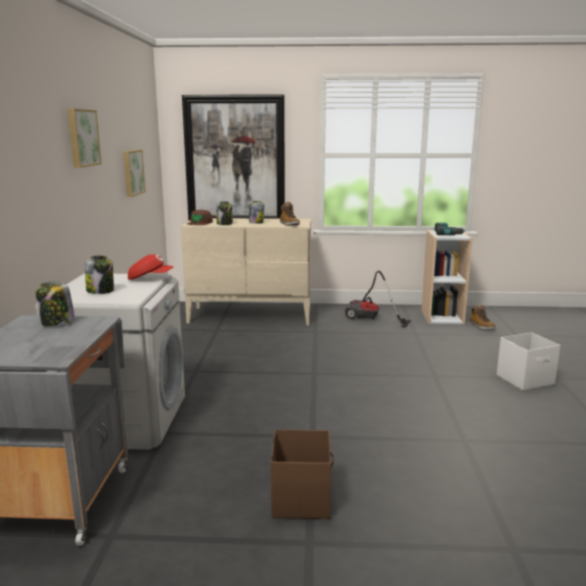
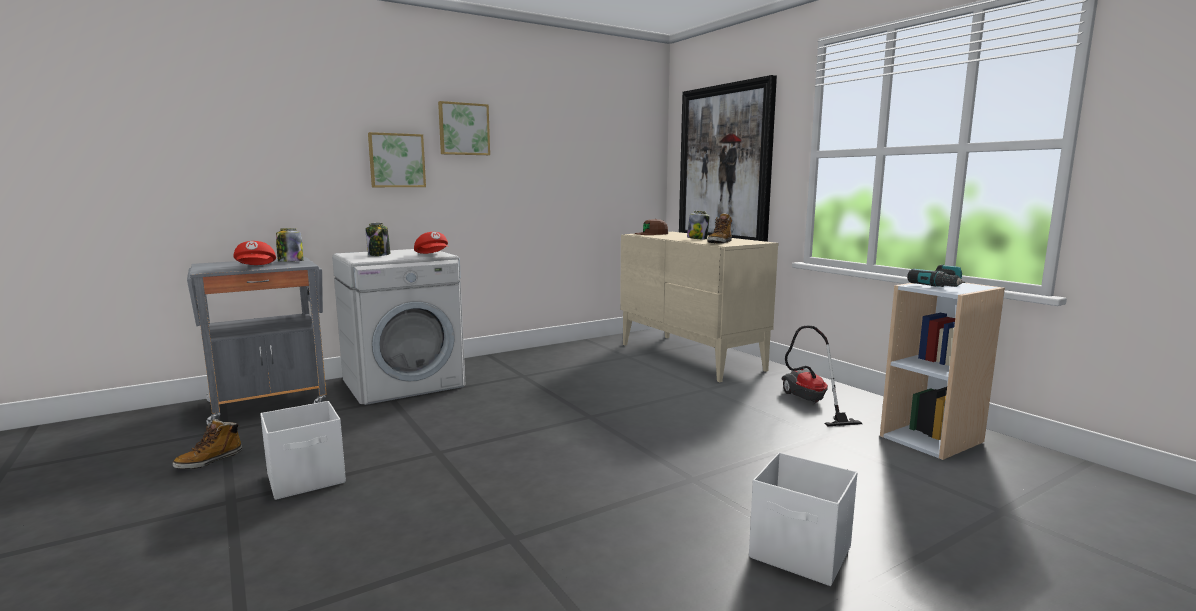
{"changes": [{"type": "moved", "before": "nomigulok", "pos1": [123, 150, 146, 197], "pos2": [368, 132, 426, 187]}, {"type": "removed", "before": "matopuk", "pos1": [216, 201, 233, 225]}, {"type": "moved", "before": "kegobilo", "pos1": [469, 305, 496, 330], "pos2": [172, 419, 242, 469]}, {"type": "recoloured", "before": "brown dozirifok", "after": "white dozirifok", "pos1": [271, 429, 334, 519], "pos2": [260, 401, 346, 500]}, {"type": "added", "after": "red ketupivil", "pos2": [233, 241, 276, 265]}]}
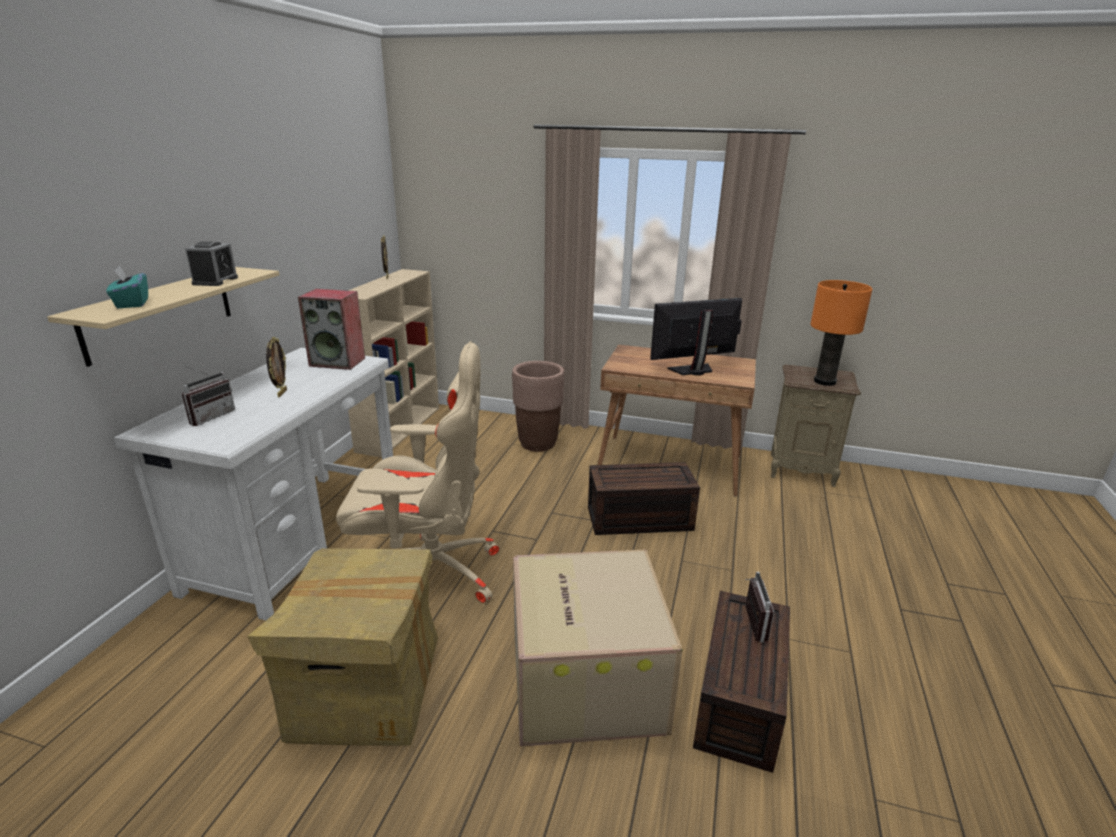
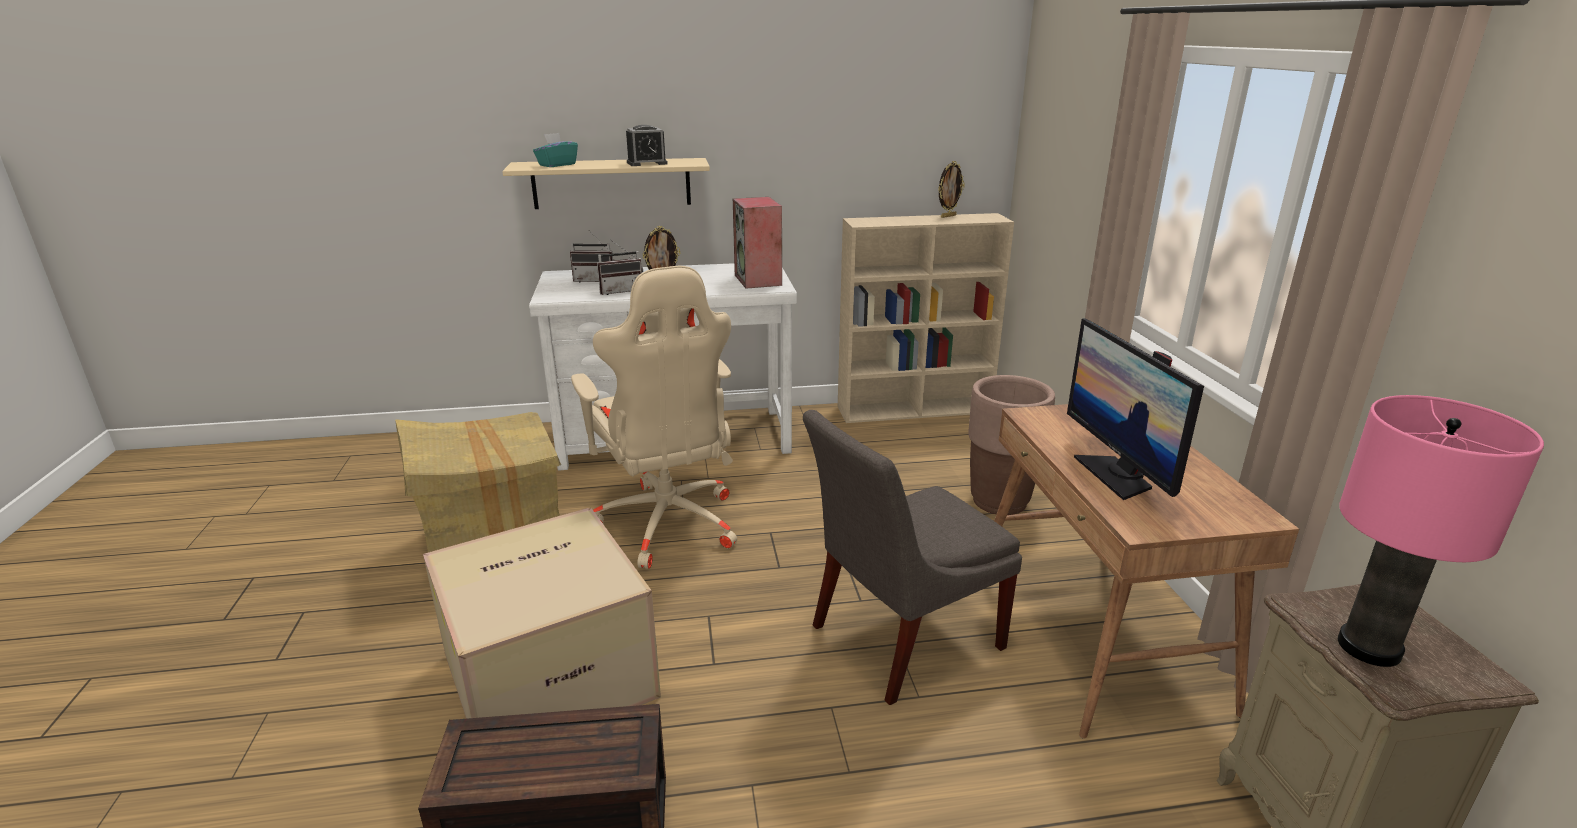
{"changes": [{"type": "recoloured", "before": "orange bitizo", "after": "pink bitizo", "pos1": [811, 280, 872, 386], "pos2": [1338, 395, 1544, 667]}, {"type": "turned", "before": "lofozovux", "pos1": [650, 298, 742, 375], "pos2": [1067, 318, 1204, 500], "turn": -150}, {"type": "replaced", "before": "brown dozirifok", "after": "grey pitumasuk", "pos1": [588, 462, 700, 535], "pos2": [803, 410, 1022, 705]}, {"type": "moved", "before": "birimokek", "pos1": [745, 572, 774, 642], "pos2": [597, 239, 643, 295]}]}
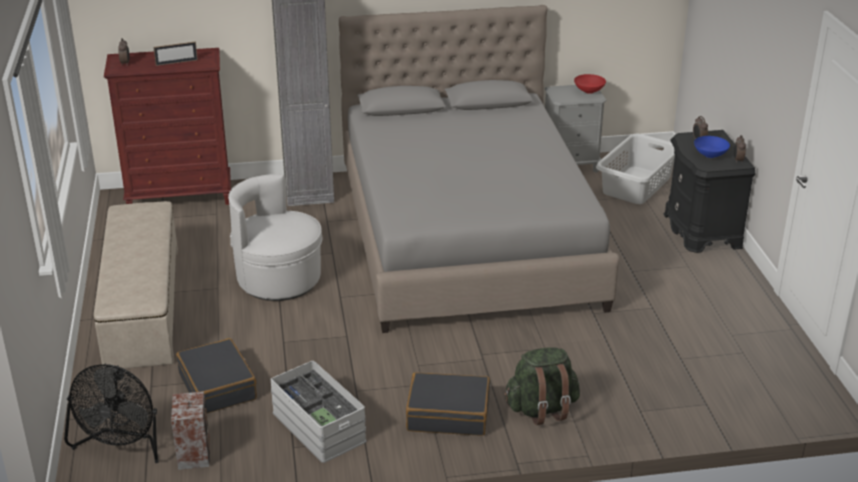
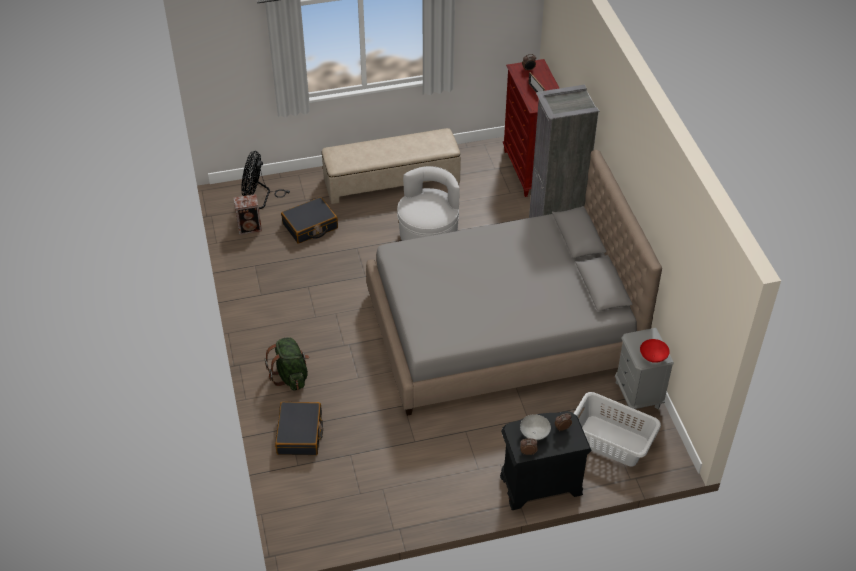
{"changes": [{"type": "recoloured", "before": "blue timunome", "after": "grey timunome", "pos1": [694, 136, 730, 158], "pos2": [520, 414, 551, 440]}, {"type": "removed", "before": "grey dozirifok", "pos1": [270, 361, 367, 463]}, {"type": "moved", "before": "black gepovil", "pos1": [406, 372, 490, 436], "pos2": [275, 402, 323, 455]}]}
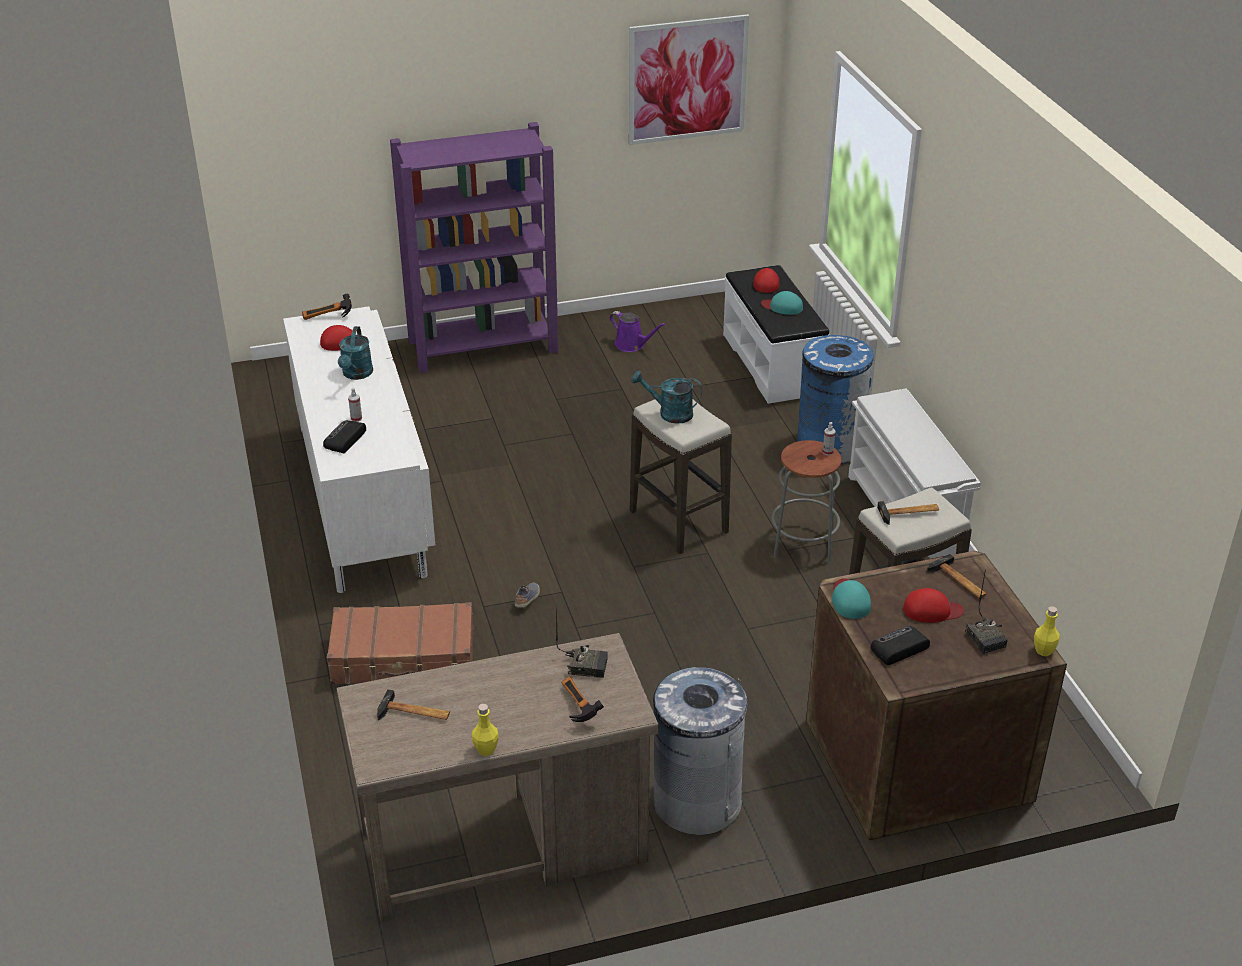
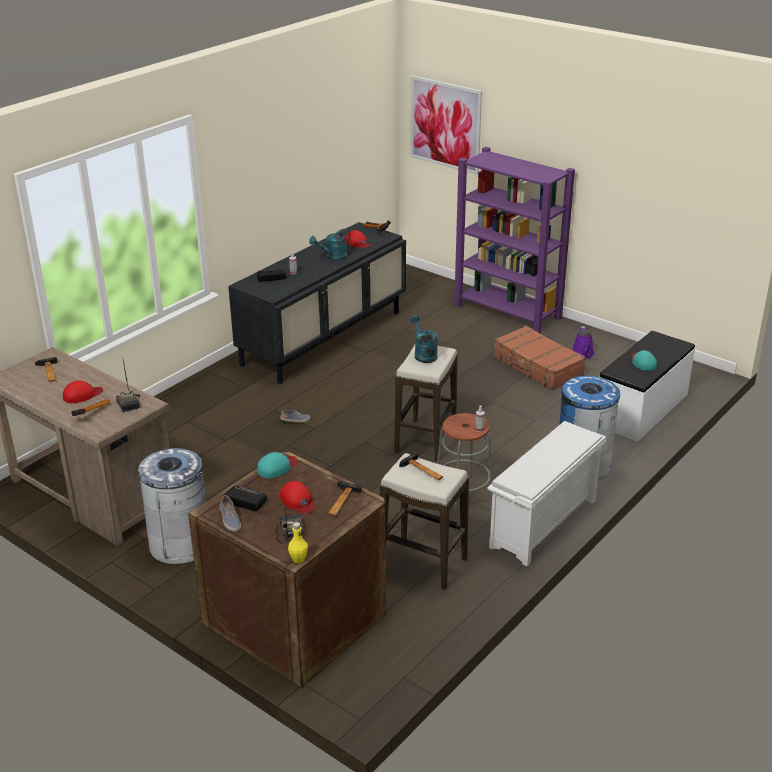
{"changes": [{"type": "moved", "before": "nomigulok", "pos1": [629, 14, 749, 145], "pos2": [410, 76, 482, 175]}, {"type": "moved", "before": "red ketupivil", "pos1": [753, 268, 779, 293], "pos2": [63, 381, 103, 403]}, {"type": "recoloured", "before": "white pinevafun", "after": "black pinevafun", "pos1": [283, 306, 435, 593], "pos2": [228, 222, 406, 384]}, {"type": "turned", "before": "birimokek", "pos1": [965, 569, 1007, 654], "pos2": [276, 505, 304, 543], "turn": 135}, {"type": "moved", "before": "brown gepovil", "pos1": [327, 602, 474, 685], "pos2": [494, 326, 586, 391]}, {"type": "removed", "before": "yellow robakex", "pos1": [472, 704, 498, 756]}, {"type": "added", "after": "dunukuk", "pos2": [220, 495, 241, 532]}]}
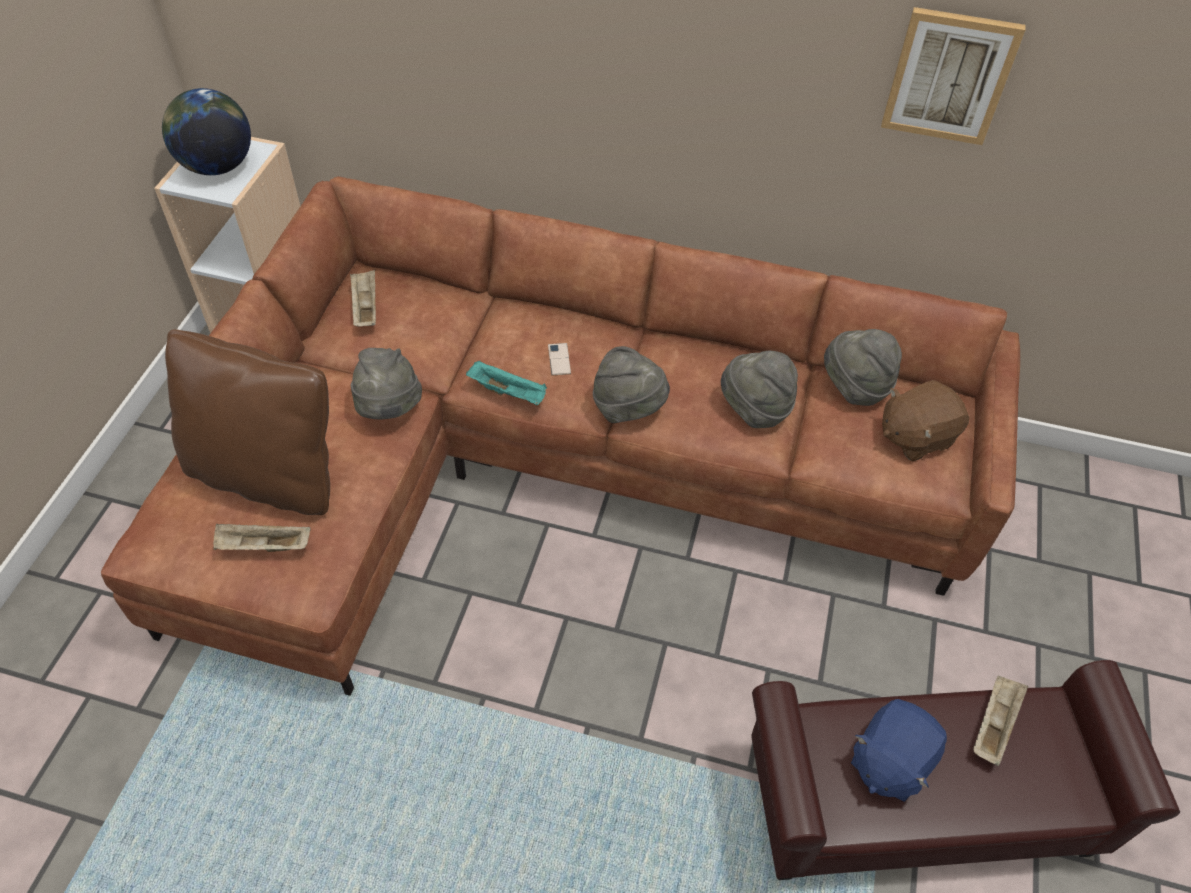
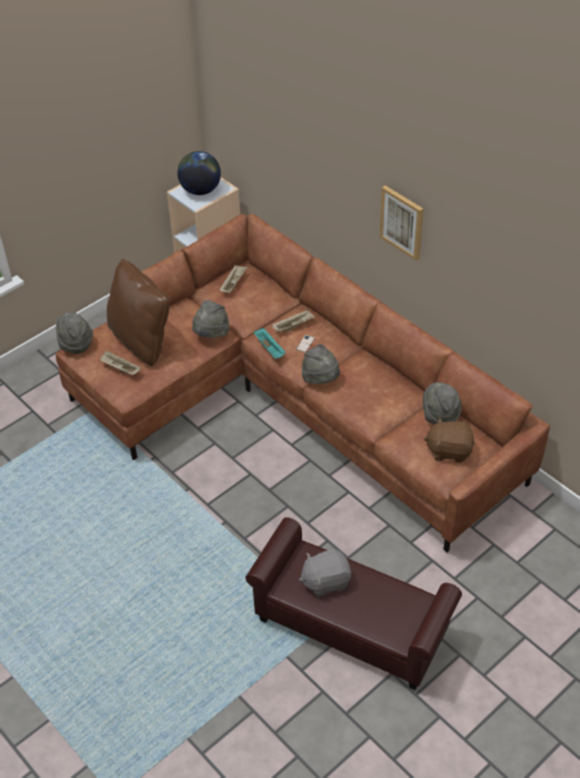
{"changes": [{"type": "moved", "before": "nomigulok", "pos1": [881, 7, 1026, 145], "pos2": [380, 185, 424, 260]}, {"type": "moved", "before": "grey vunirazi", "pos1": [721, 351, 798, 428], "pos2": [56, 313, 93, 354]}, {"type": "moved", "before": "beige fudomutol", "pos1": [973, 676, 1028, 766], "pos2": [272, 309, 315, 332]}, {"type": "recoloured", "before": "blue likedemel", "after": "grey likedemel", "pos1": [851, 699, 947, 802], "pos2": [299, 549, 351, 597]}]}
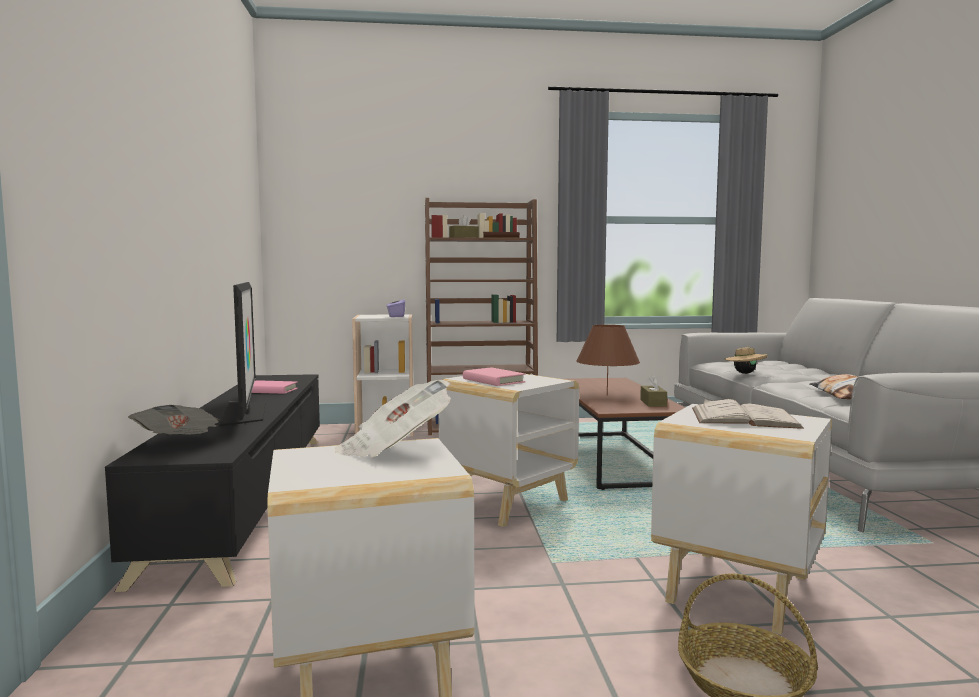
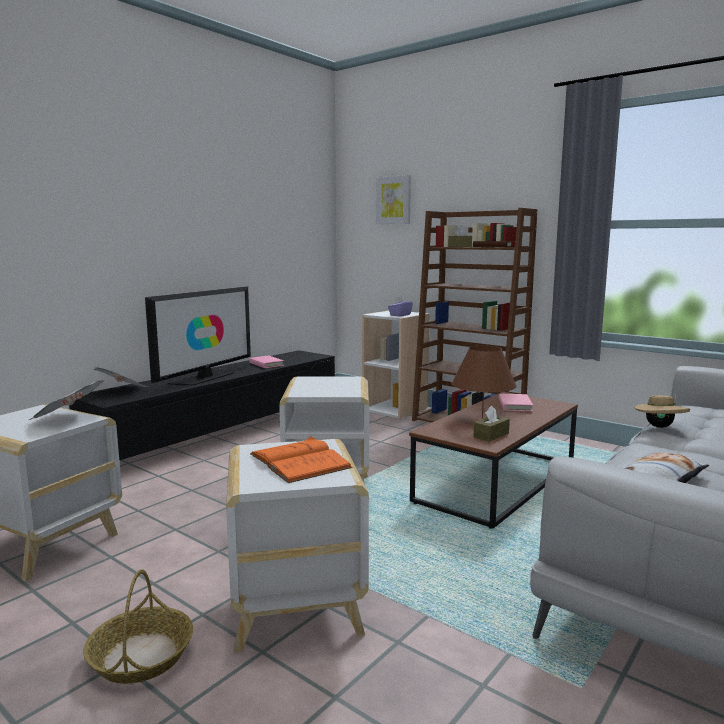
{"changes": [{"type": "moved", "before": "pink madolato", "pos1": [463, 367, 525, 386], "pos2": [499, 394, 533, 412]}, {"type": "recoloured", "before": "white madolato", "after": "orange madolato", "pos1": [692, 399, 804, 429], "pos2": [250, 436, 352, 483]}, {"type": "added", "after": "nomigulok", "pos2": [376, 175, 411, 224]}]}
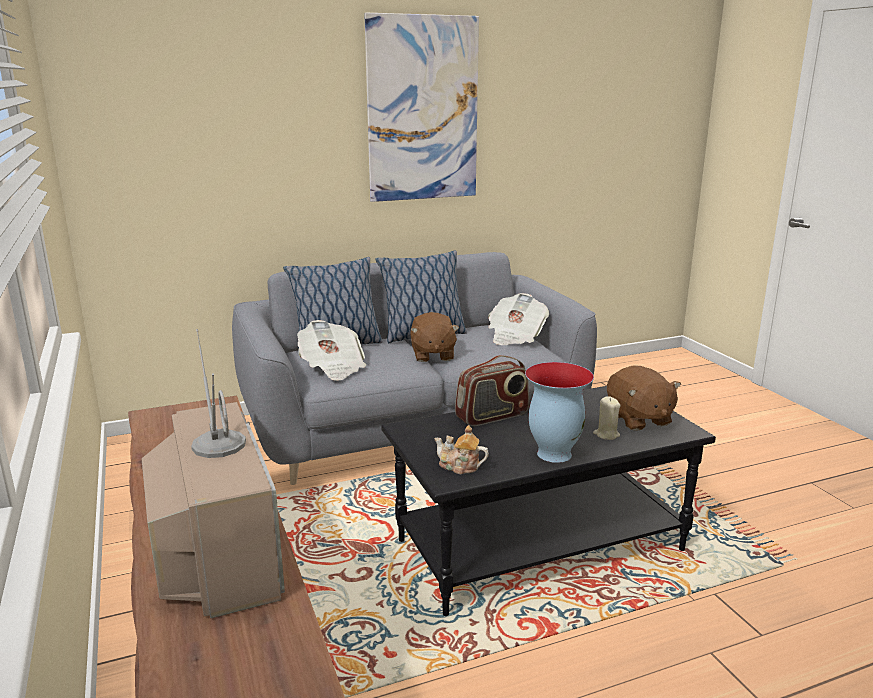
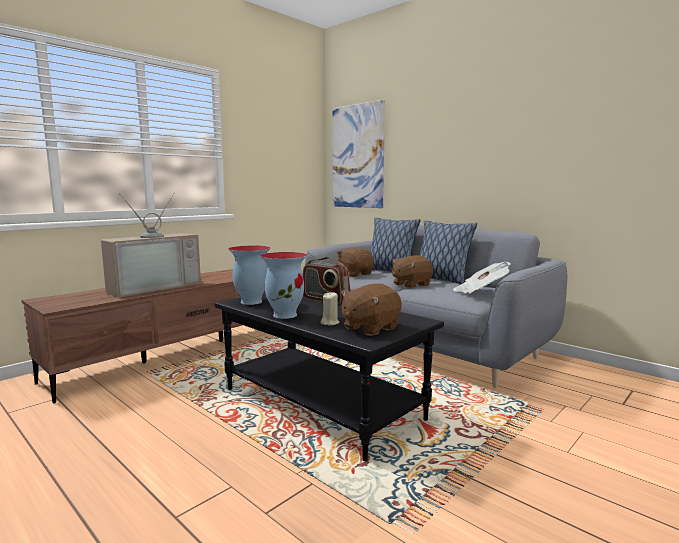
{"changes": [{"type": "moved", "before": "nomigulok", "pos1": [364, 13, 479, 202], "pos2": [333, 100, 385, 208]}, {"type": "replaced", "before": "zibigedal", "after": "brown likedemel", "pos1": [297, 320, 366, 381], "pos2": [337, 248, 374, 277]}, {"type": "replaced", "before": "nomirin", "after": "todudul", "pos1": [434, 425, 489, 474], "pos2": [228, 245, 271, 305]}]}
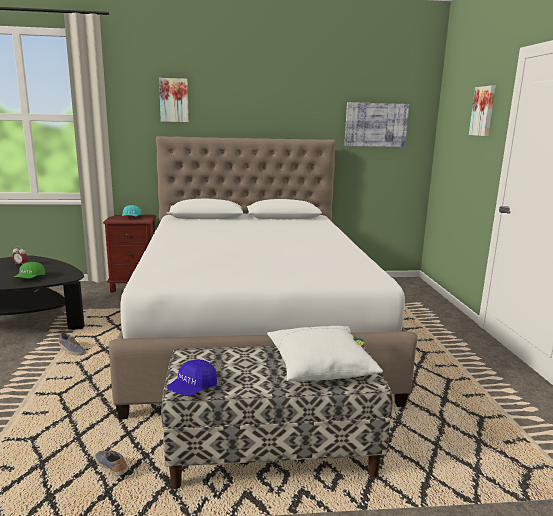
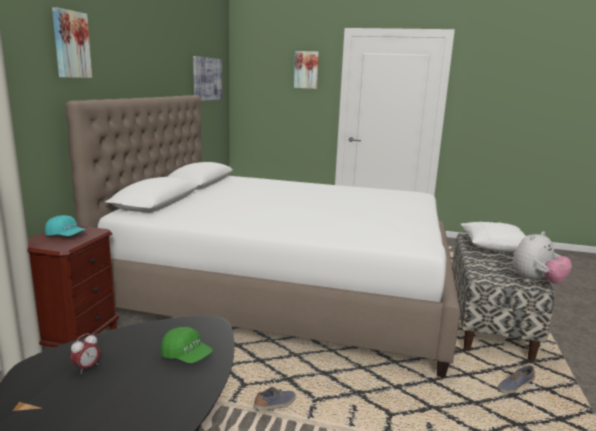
{"changes": [{"type": "replaced", "before": "blue ketupivil", "after": "likedemel", "pos1": [167, 360, 217, 396], "pos2": [512, 231, 572, 284]}]}
